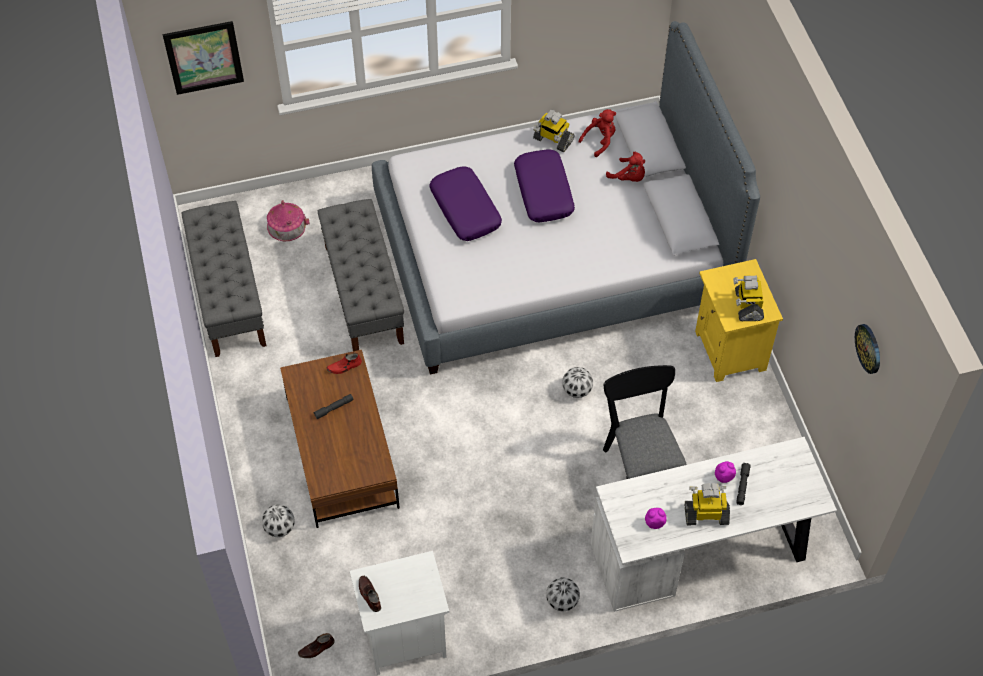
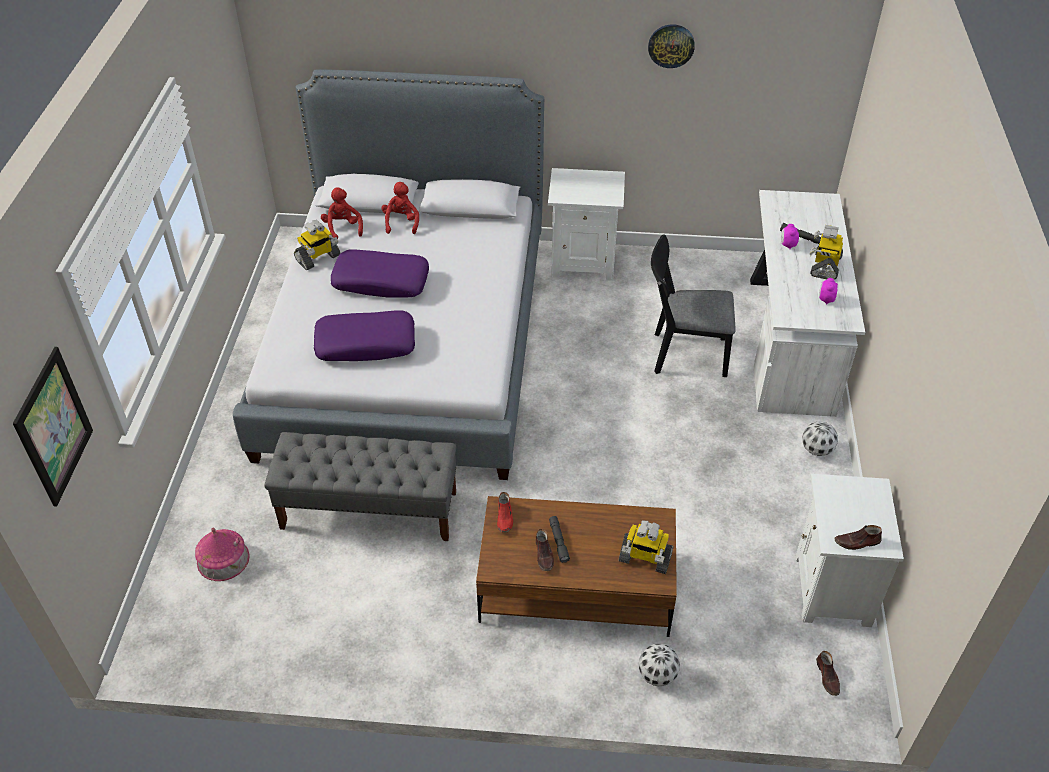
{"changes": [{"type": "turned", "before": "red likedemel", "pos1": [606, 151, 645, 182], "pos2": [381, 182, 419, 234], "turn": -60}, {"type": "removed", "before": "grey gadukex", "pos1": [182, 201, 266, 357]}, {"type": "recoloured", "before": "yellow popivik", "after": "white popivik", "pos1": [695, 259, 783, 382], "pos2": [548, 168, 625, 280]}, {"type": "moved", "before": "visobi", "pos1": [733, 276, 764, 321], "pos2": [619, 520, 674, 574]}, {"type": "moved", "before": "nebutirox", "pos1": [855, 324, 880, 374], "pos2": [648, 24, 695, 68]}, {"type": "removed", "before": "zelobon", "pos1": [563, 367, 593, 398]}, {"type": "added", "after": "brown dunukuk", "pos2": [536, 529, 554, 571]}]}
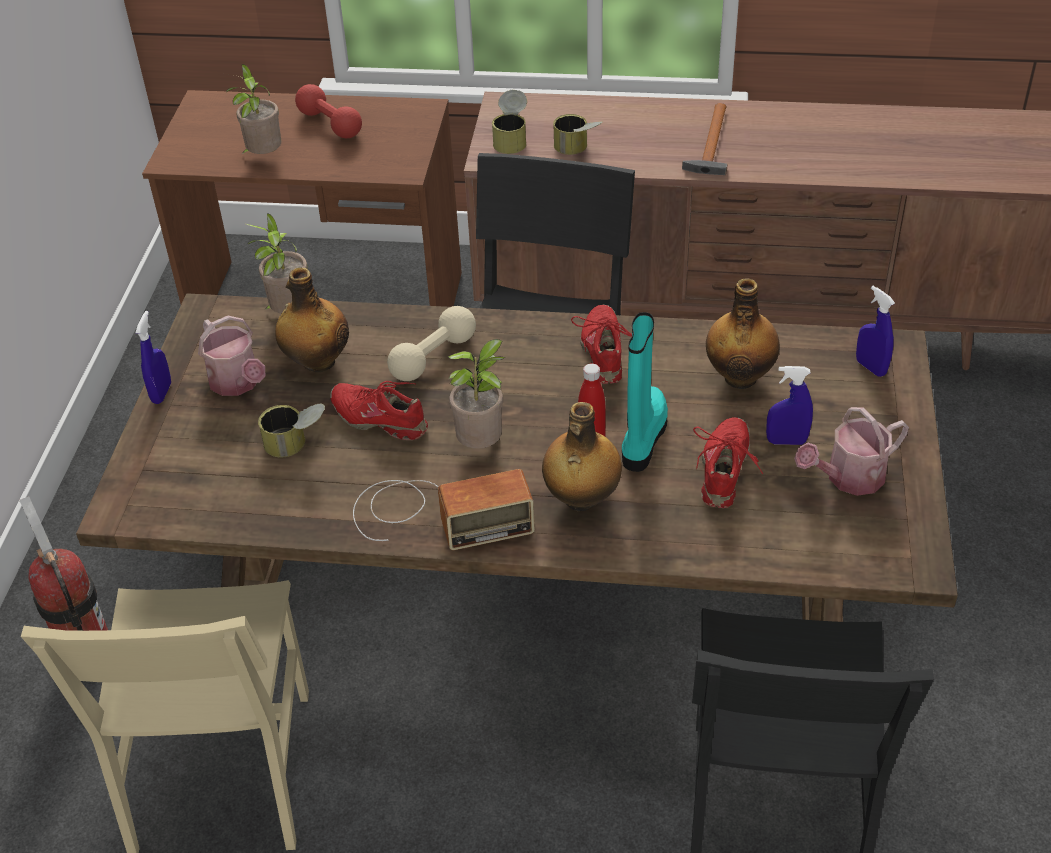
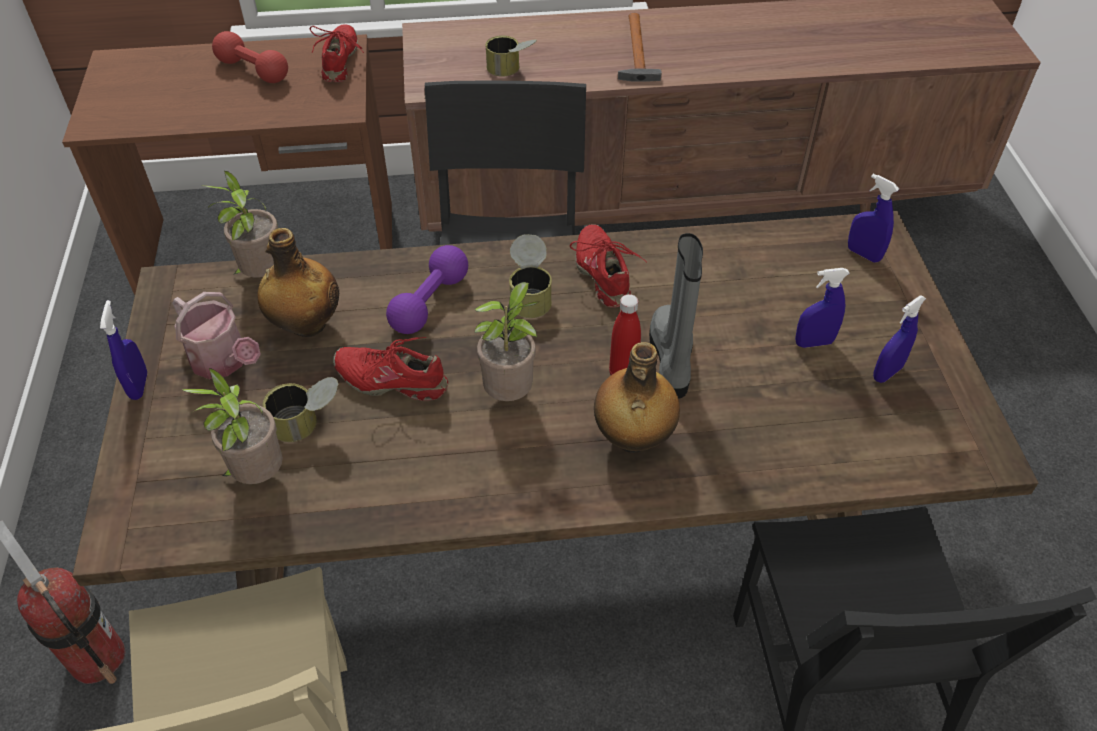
{"changes": [{"type": "moved", "before": "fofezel", "pos1": [226, 64, 281, 154], "pos2": [182, 368, 283, 484]}, {"type": "moved", "before": "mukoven", "pos1": [492, 90, 527, 154], "pos2": [509, 234, 552, 318]}, {"type": "removed", "before": "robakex", "pos1": [706, 278, 780, 389]}, {"type": "recoloured", "before": "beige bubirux", "after": "purple bubirux", "pos1": [387, 306, 476, 381], "pos2": [386, 245, 468, 334]}, {"type": "recoloured", "before": "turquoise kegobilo", "after": "grey kegobilo", "pos1": [622, 312, 668, 472], "pos2": [649, 233, 703, 399]}, {"type": "replaced", "before": "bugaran", "after": "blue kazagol", "pos1": [794, 407, 909, 496], "pos2": [873, 295, 926, 383]}, {"type": "moved", "before": "red dunukuk", "pos1": [693, 417, 763, 508], "pos2": [310, 24, 364, 82]}, {"type": "removed", "before": "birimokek", "pos1": [353, 469, 535, 550]}]}
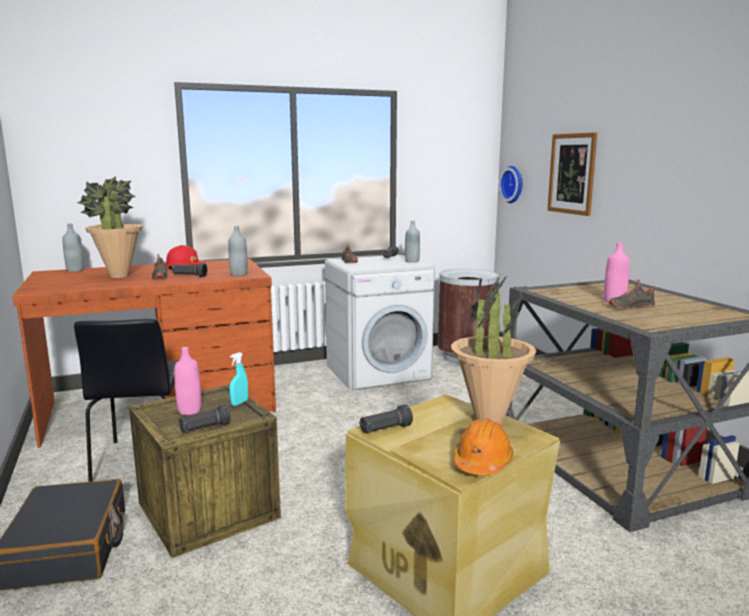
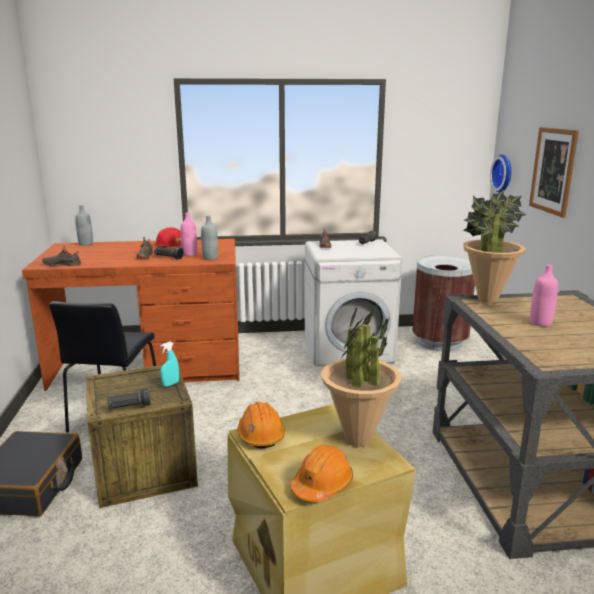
{"changes": [{"type": "moved", "before": "fofezel", "pos1": [77, 176, 143, 278], "pos2": [463, 190, 526, 303]}, {"type": "removed", "before": "grey robakex", "pos1": [405, 221, 420, 263]}, {"type": "moved", "before": "black dunukuk", "pos1": [609, 280, 656, 310], "pos2": [42, 245, 81, 267]}, {"type": "moved", "before": "pink robakex", "pos1": [174, 347, 202, 415], "pos2": [181, 213, 197, 256]}, {"type": "replaced", "before": "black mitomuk", "after": "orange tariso", "pos1": [359, 404, 413, 433], "pos2": [238, 402, 285, 448]}]}
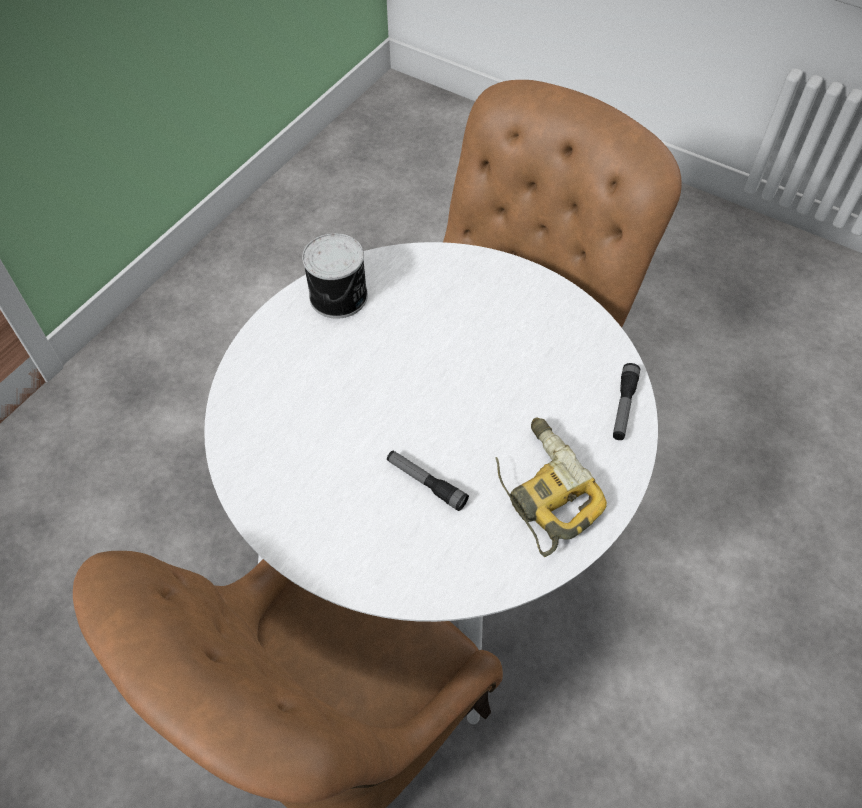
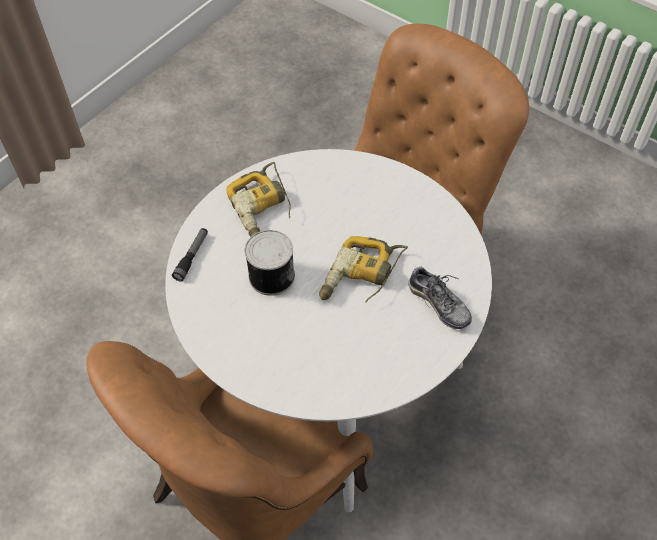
{"changes": [{"type": "moved", "before": "mukoven", "pos1": [302, 233, 368, 319], "pos2": [245, 230, 295, 296]}, {"type": "removed", "before": "mitomuk", "pos1": [387, 451, 469, 511]}, {"type": "added", "after": "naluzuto", "pos2": [319, 236, 408, 303]}, {"type": "added", "after": "dunukuk", "pos2": [408, 265, 472, 329]}]}
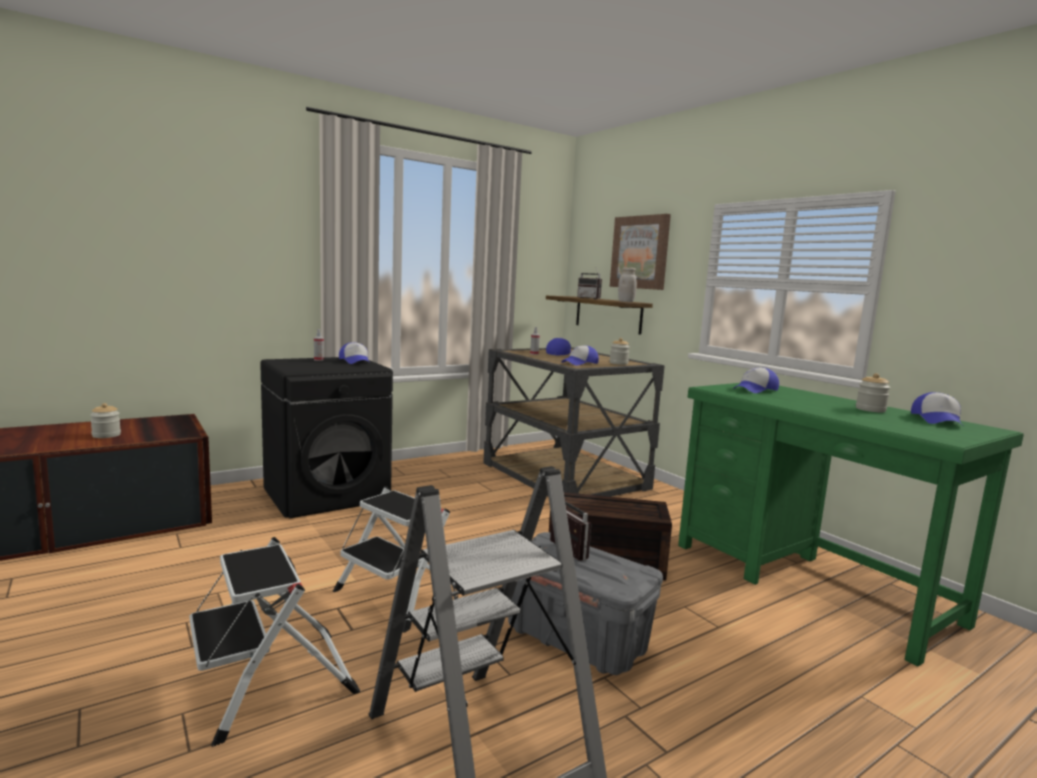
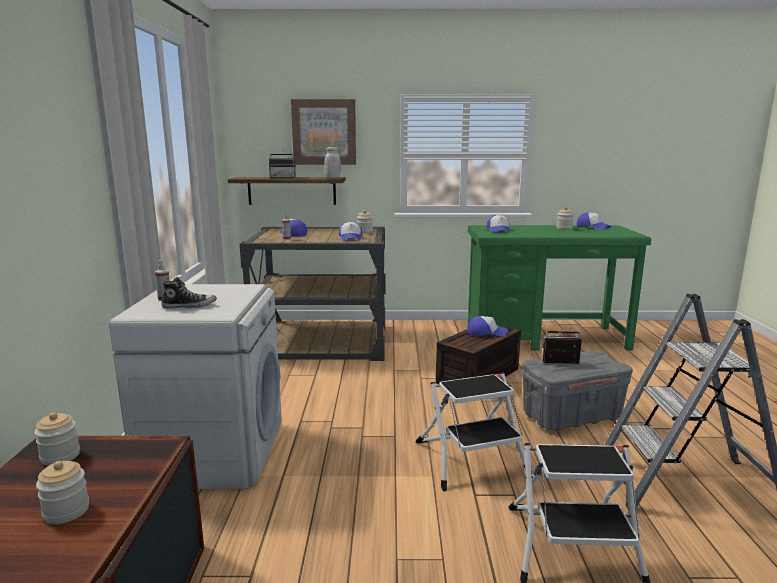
{"changes": [{"type": "moved", "before": "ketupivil", "pos1": [339, 342, 370, 364], "pos2": [467, 316, 508, 336]}, {"type": "recoloured", "before": "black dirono", "after": "white dirono", "pos1": [260, 357, 393, 519], "pos2": [109, 284, 282, 489]}, {"type": "added", "after": "dunukuk", "pos2": [161, 277, 217, 309]}, {"type": "added", "after": "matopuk", "pos2": [34, 412, 80, 466]}]}
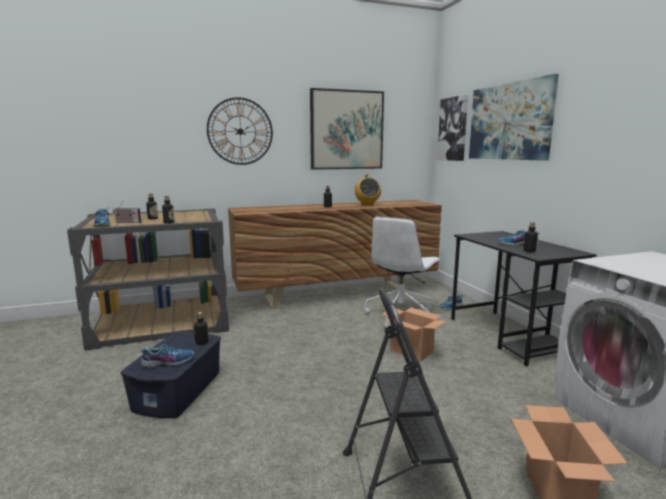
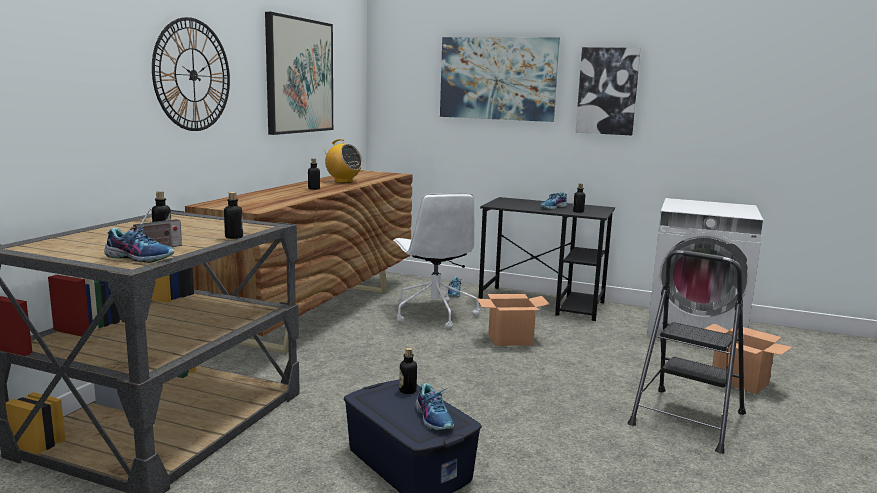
{"changes": [{"type": "moved", "before": "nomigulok", "pos1": [437, 95, 468, 161], "pos2": [576, 47, 641, 135]}, {"type": "turned", "before": "dunukuk", "pos1": [141, 341, 194, 368], "pos2": [415, 383, 454, 430], "turn": 135}]}
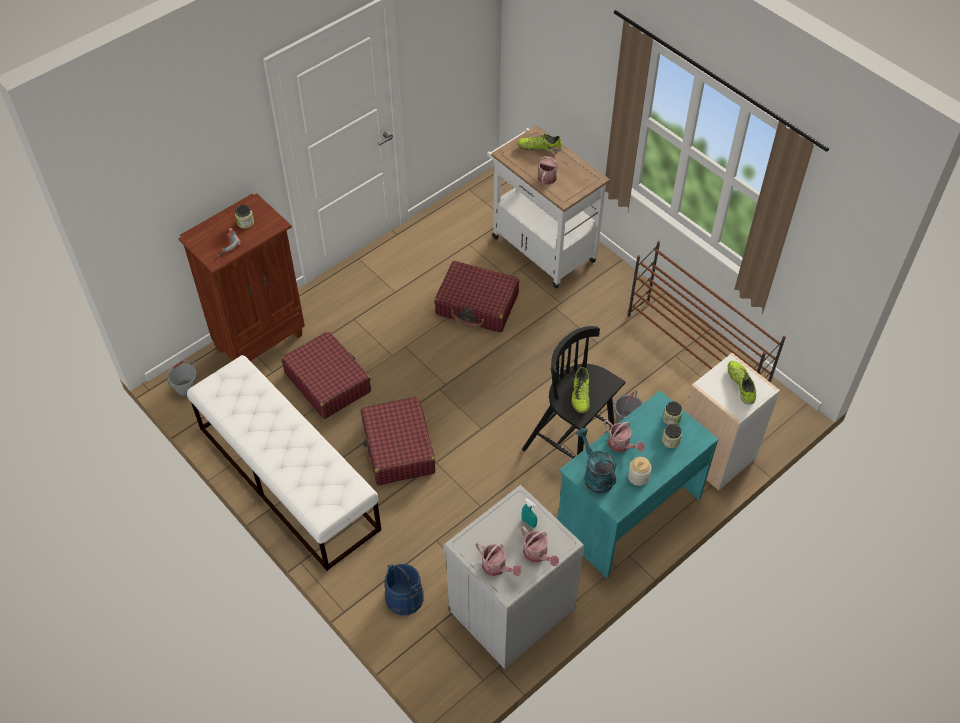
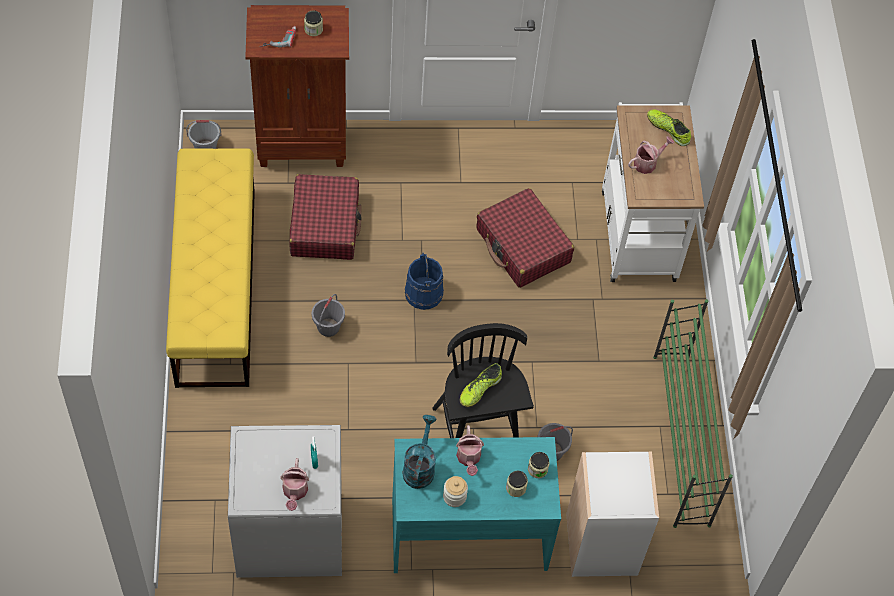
{"changes": [{"type": "recoloured", "before": "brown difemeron", "after": "green difemeron", "pos1": [628, 241, 786, 383], "pos2": [653, 299, 733, 528]}, {"type": "recoloured", "before": "white gadukex", "after": "yellow gadukex", "pos1": [187, 355, 381, 571], "pos2": [166, 148, 255, 388]}, {"type": "removed", "before": "dunukuk", "pos1": [728, 361, 756, 404]}, {"type": "replaced", "before": "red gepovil", "after": "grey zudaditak", "pos1": [361, 396, 435, 485], "pos2": [312, 294, 345, 337]}, {"type": "removed", "before": "bugaran", "pos1": [475, 542, 521, 576]}, {"type": "moved", "before": "blue zudaditak", "pos1": [385, 564, 424, 615], "pos2": [405, 253, 444, 310]}]}
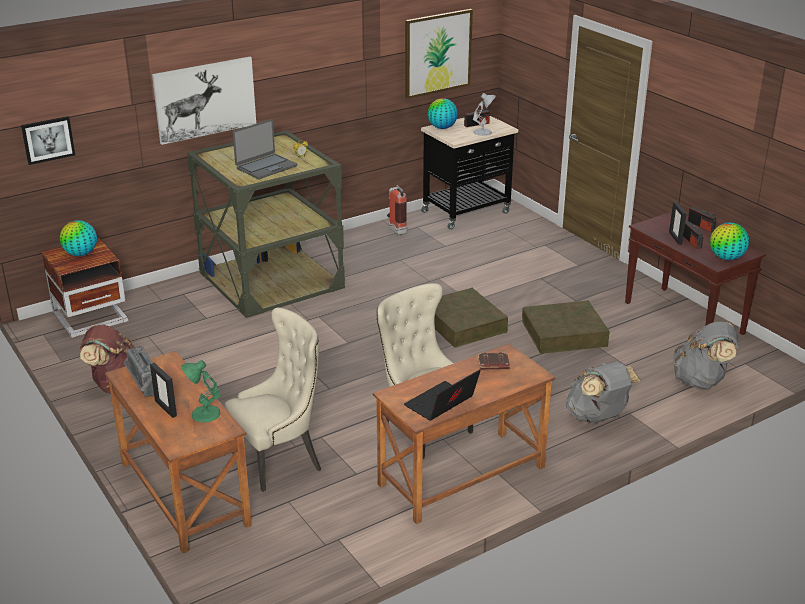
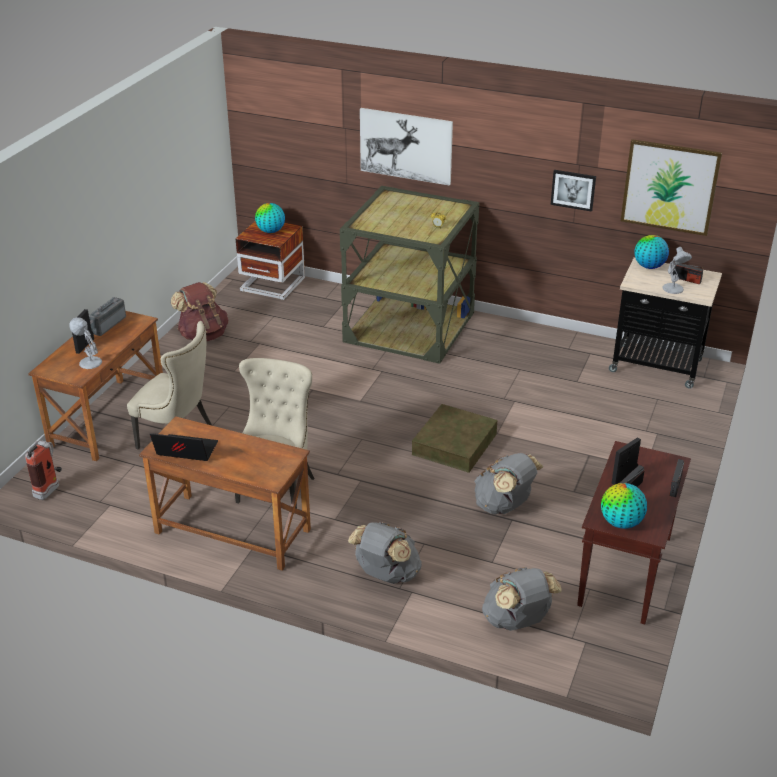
{"changes": [{"type": "moved", "before": "nomigulok", "pos1": [21, 116, 75, 165], "pos2": [551, 170, 596, 212]}, {"type": "removed", "before": "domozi", "pos1": [233, 119, 297, 179]}, {"type": "moved", "before": "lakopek", "pos1": [387, 185, 407, 235], "pos2": [25, 441, 62, 500]}, {"type": "replaced", "before": "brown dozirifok", "after": "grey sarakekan", "pos1": [522, 301, 610, 354], "pos2": [474, 453, 543, 515]}, {"type": "removed", "before": "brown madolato", "pos1": [478, 352, 510, 370]}, {"type": "recoloured", "before": "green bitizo", "after": "white bitizo", "pos1": [182, 360, 221, 422], "pos2": [70, 317, 102, 369]}]}
